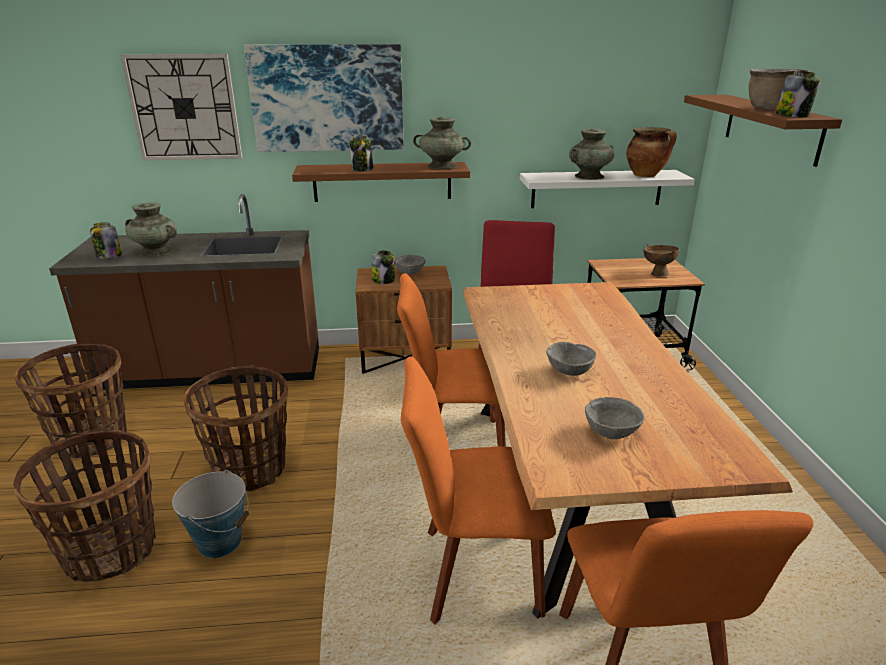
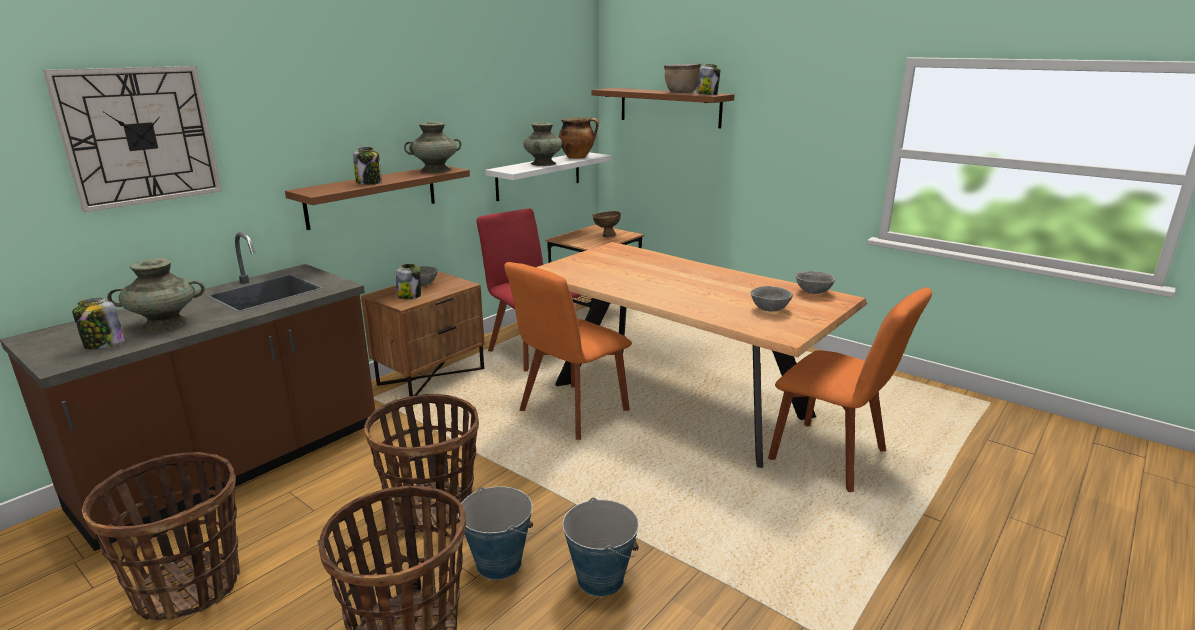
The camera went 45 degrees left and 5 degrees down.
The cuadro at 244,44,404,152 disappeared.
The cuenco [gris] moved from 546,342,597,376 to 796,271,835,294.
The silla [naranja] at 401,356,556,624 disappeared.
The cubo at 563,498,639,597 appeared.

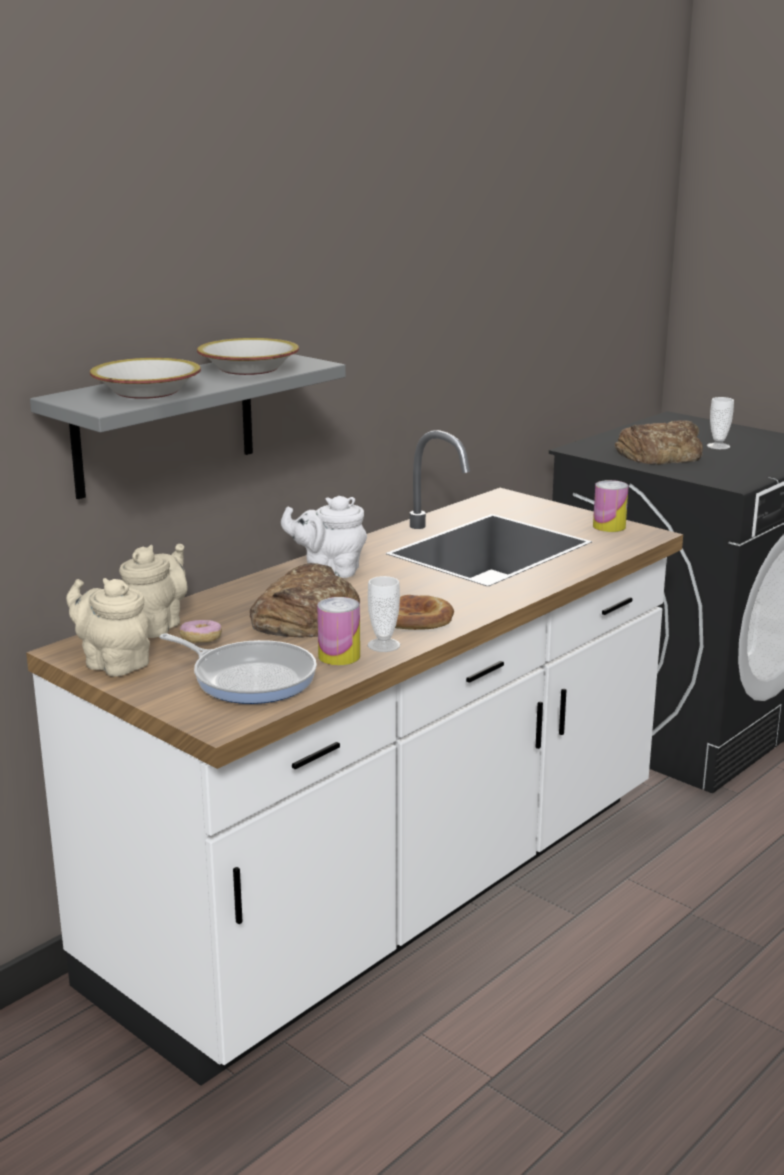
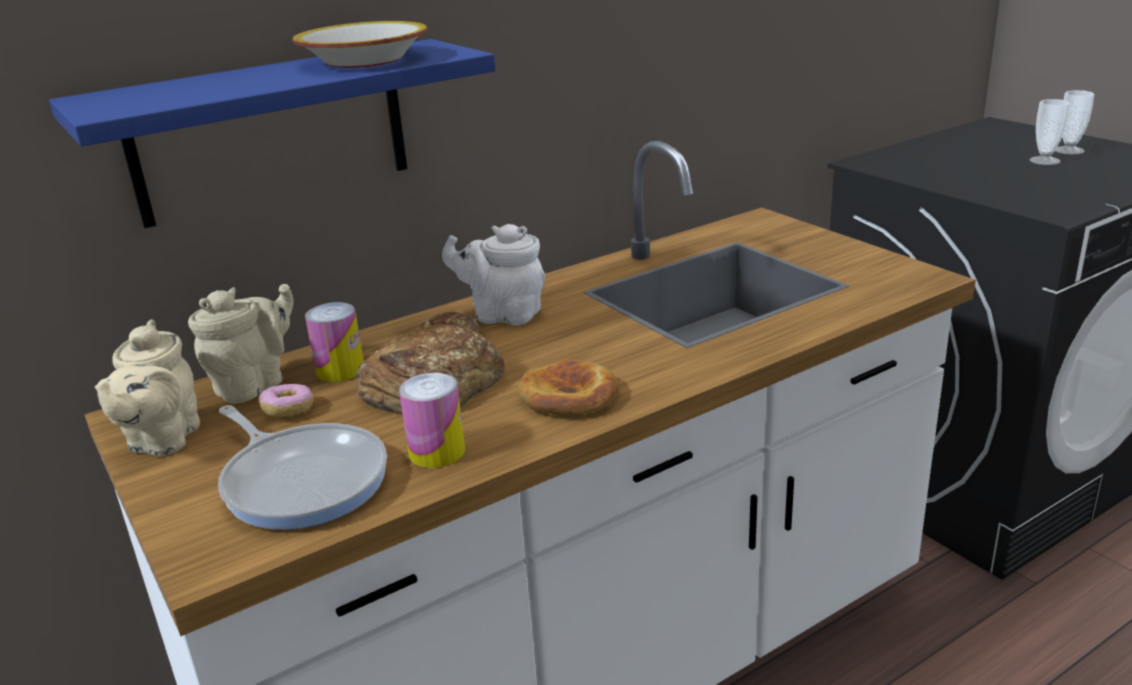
The camera went 15 degrees right and 5 degrees up.
The estante [gris] at 30,354,346,499 became the estante [azul] at 49,39,496,228.
The cuenco at 90,358,201,399 disappeared.
The pan at 615,420,703,465 disappeared.
The lata moved from 593,480,629,532 to 305,302,364,382.
The taza moved from 368,576,400,652 to 1055,90,1094,154.
The tetera [beis] at 66,578,150,676 turned 135 degrees counterclockwise.

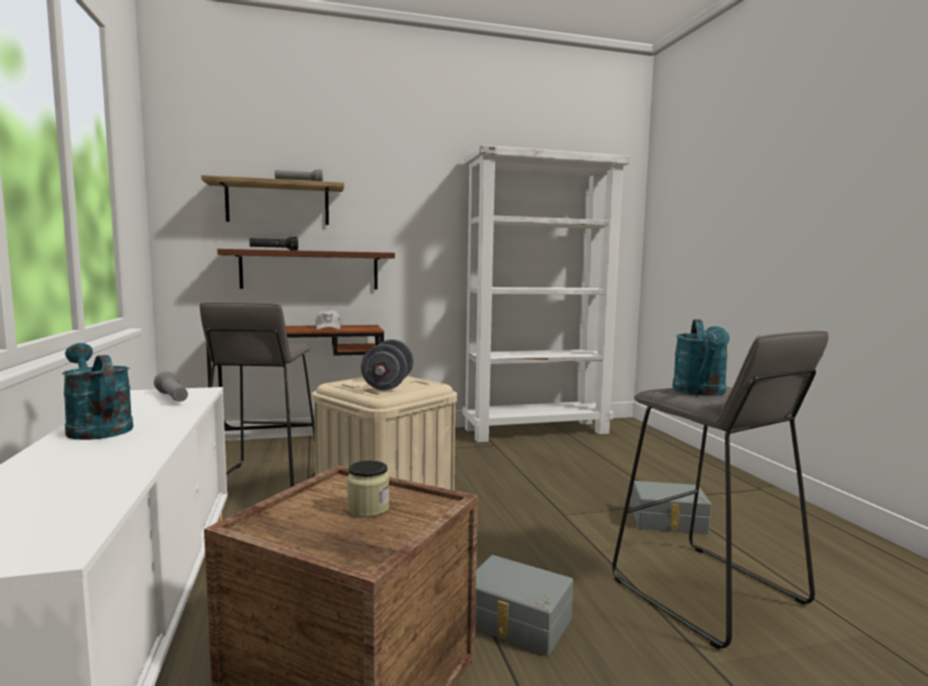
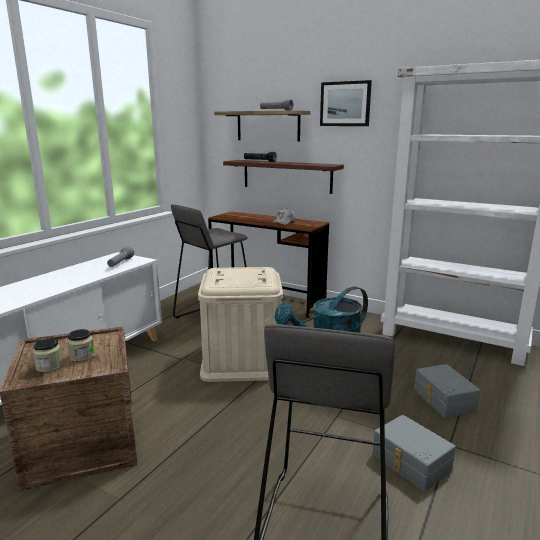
The camera went 45 degrees right and 10 degrees up.
The mancuerna [gris] at 361,339,414,390 disappeared.
The regadera [turquesa] at 62,343,133,440 disappeared.
The caja de almacenaje [gris] moved from 475,555,573,656 to 414,364,480,418.
The cuadro at 320,80,372,126 appeared.
The tarro at 33,338,63,373 appeared.

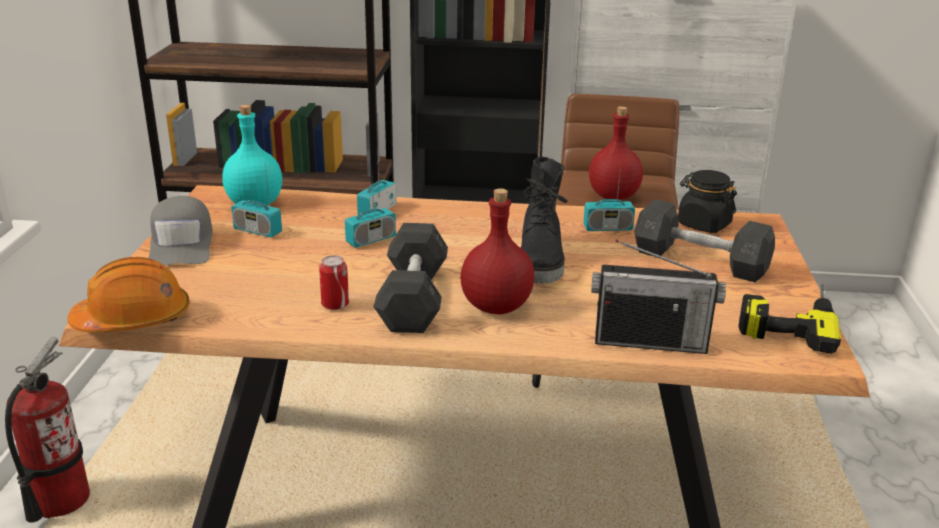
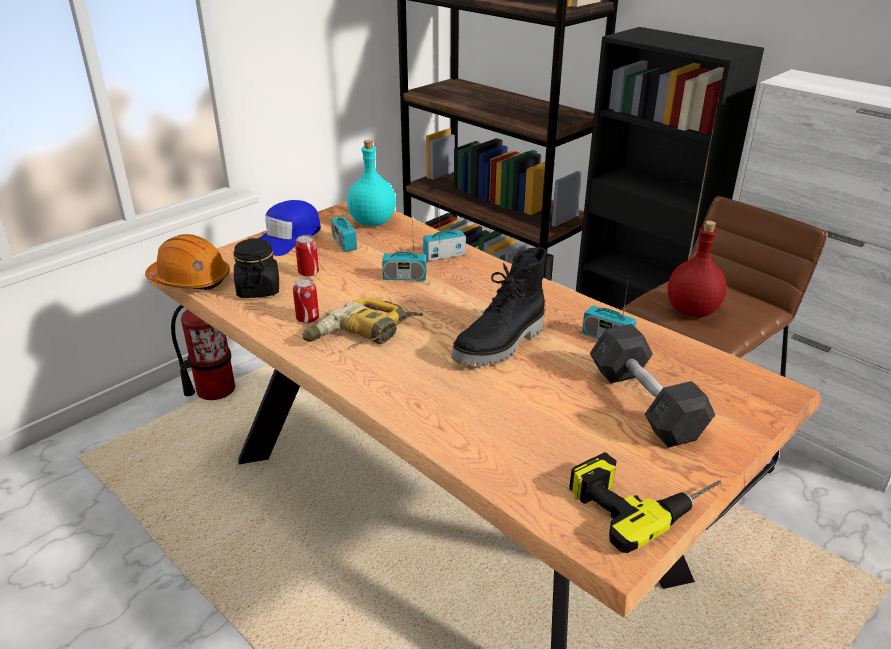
The camera went 40 degrees right and 5 degrees up.
The tarro [negro] moved from 678,170,737,233 to 233,238,279,298.
The botella [rojo] at 460,188,535,314 disappeared.
The gorra [gris] at 149,196,213,266 became the gorra [azul] at 258,200,321,256.
The mancuerna [gris] at 373,223,448,333 was replaced by the taladro at 302,298,423,348.
The radio at 591,240,726,354 disappeared.
The lata at 295,235,319,277 appeared.

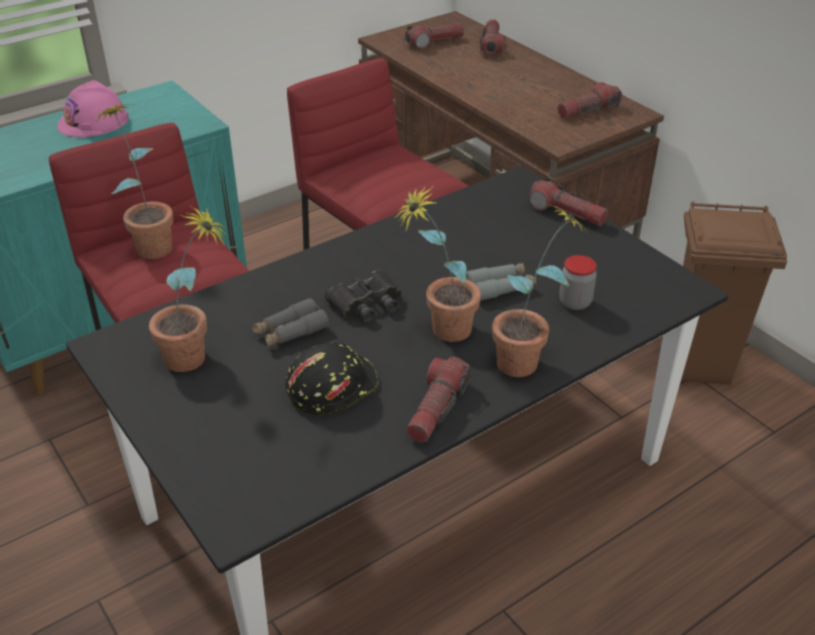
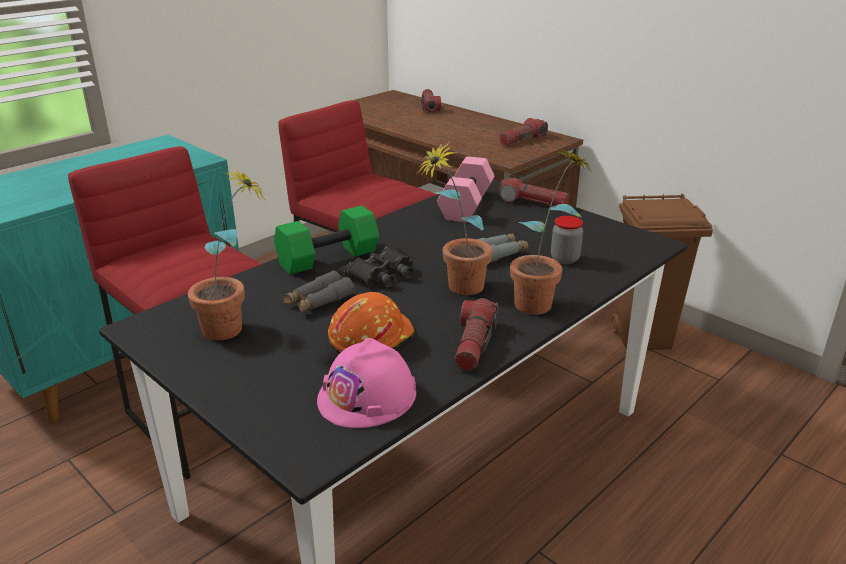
The camera went 10 degrees left and 10 degrees down.
The linterna at 405,23,464,49 disappeared.
The casco [rosa] moved from 57,80,129,137 to 317,338,416,428.
The planta en maceta at 91,104,174,259 disappeared.
The casco [negro] at 286,342,379,415 became the casco [naranja] at 328,292,415,354.
The mancuerna [rosa] at 437,156,494,222 appeared.
The mancuerna [verde] at 274,205,379,274 appeared.

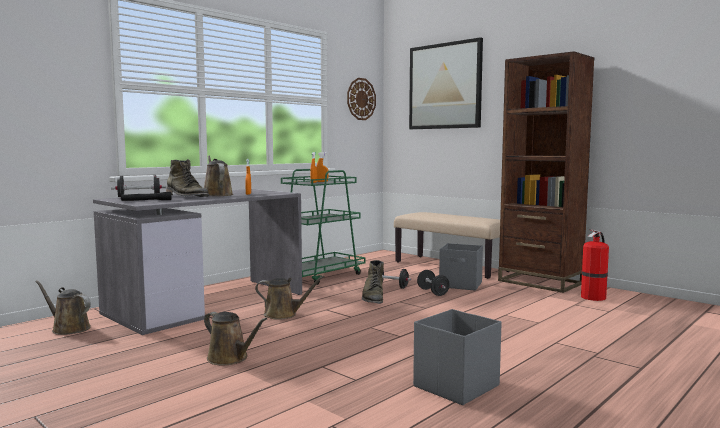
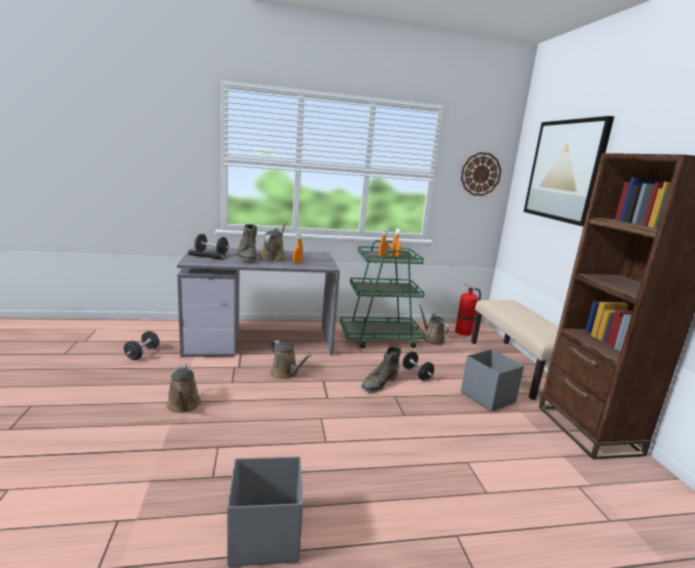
The camera went 35 degrees right and 10 degrees up.
The extintor moved from 581,229,609,301 to 455,284,481,336.
The mancuerna [negro] moved from 417,270,450,296 to 124,331,159,360.
The regadera [marrón] moved from 35,280,91,335 to 418,304,449,345.

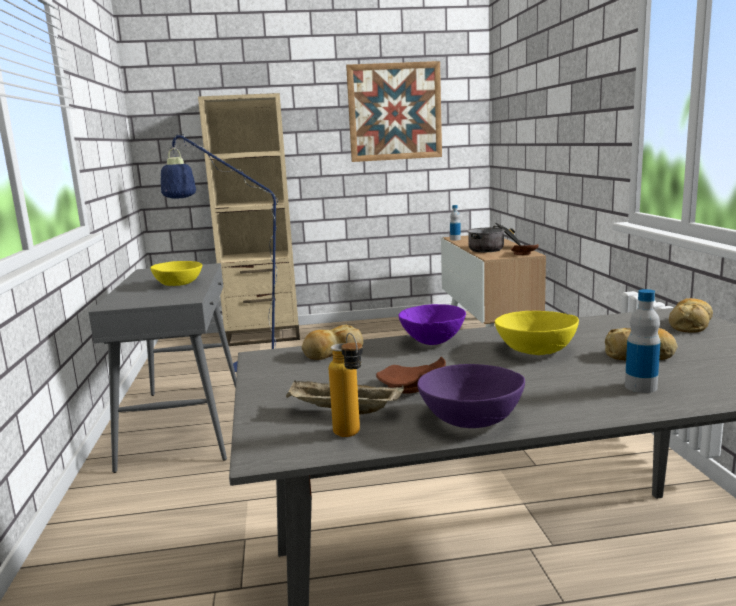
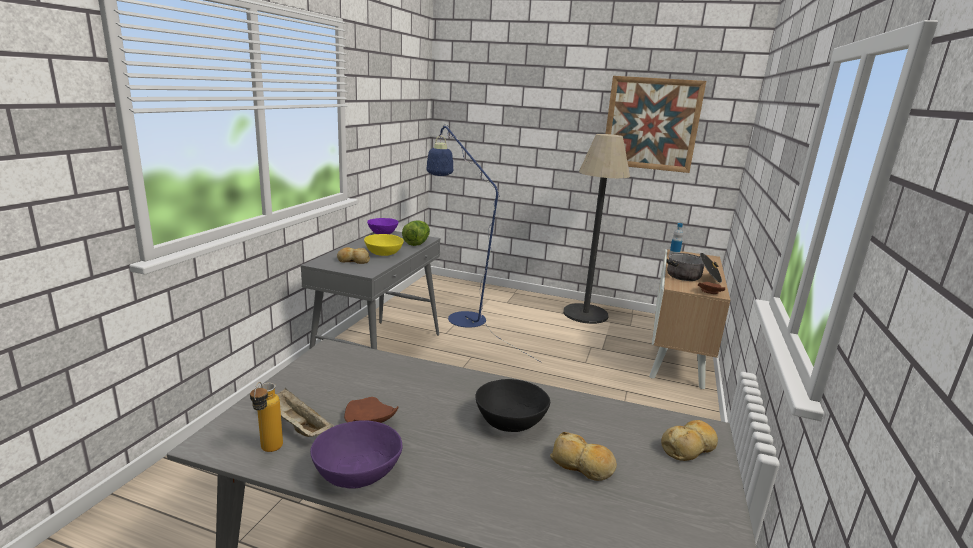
The camera went 25 degrees right and 5 degrees up.
The estantería [beis] at 198,93,300,346 disappeared.
The botella at 625,289,661,393 disappeared.
The cuenco [morado] moved from 399,304,466,345 to 367,218,398,234.
The cuenco [amarillo] at 495,311,579,355 became the cuenco [negro] at 475,379,550,432.
The pan moved from 301,324,363,360 to 337,247,370,264.
The lámpara de pie at 563,134,630,324 appeared.
The lechuga at 402,221,430,246 appeared.

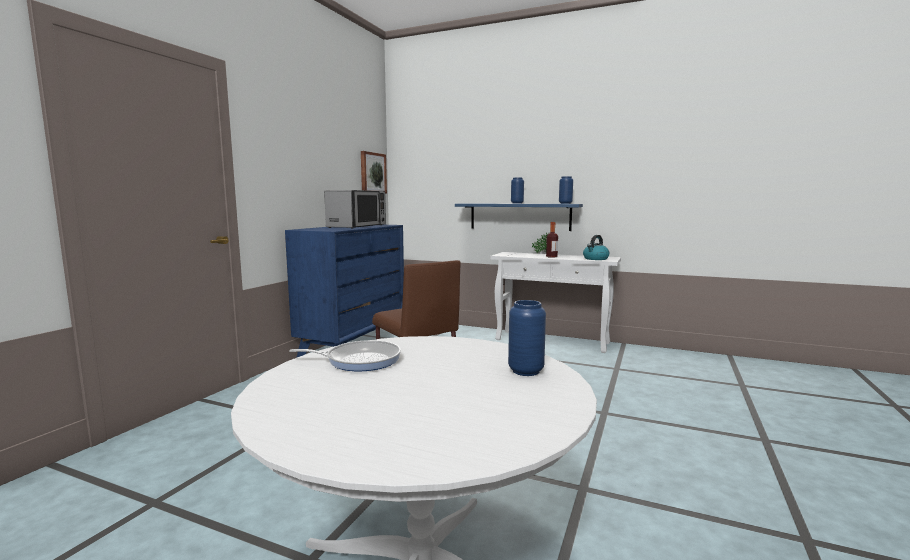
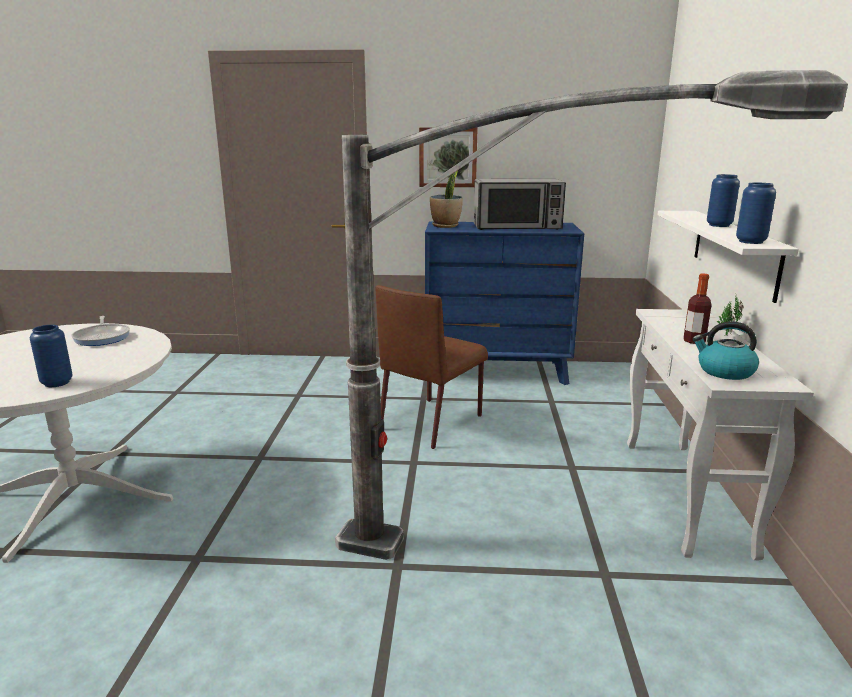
The camera went 70 degrees right and 10 degrees up.
The cuadro moved from 361,151,387,193 to 419,127,478,187.
The estante [azul] at 455,204,583,231 became the estante [blanco] at 657,211,799,303.
The lámpara de pie at 335,70,848,560 appeared.
The planta en maceta at 430,171,463,228 appeared.

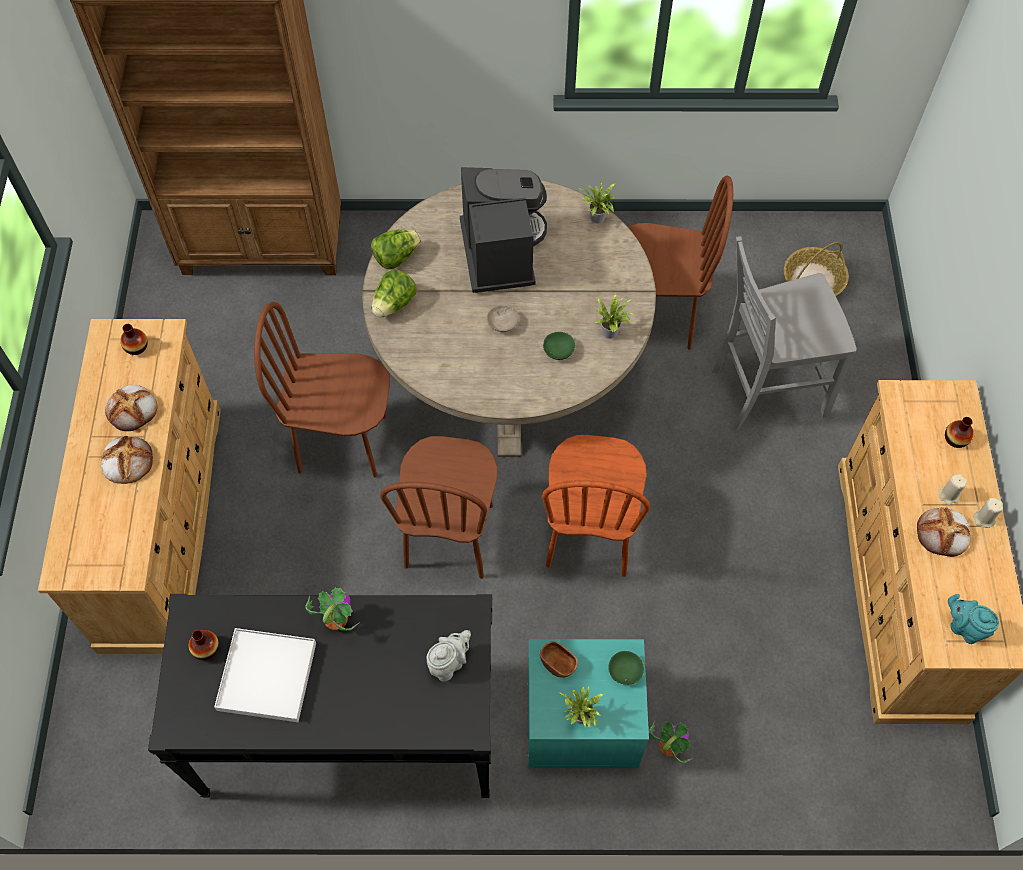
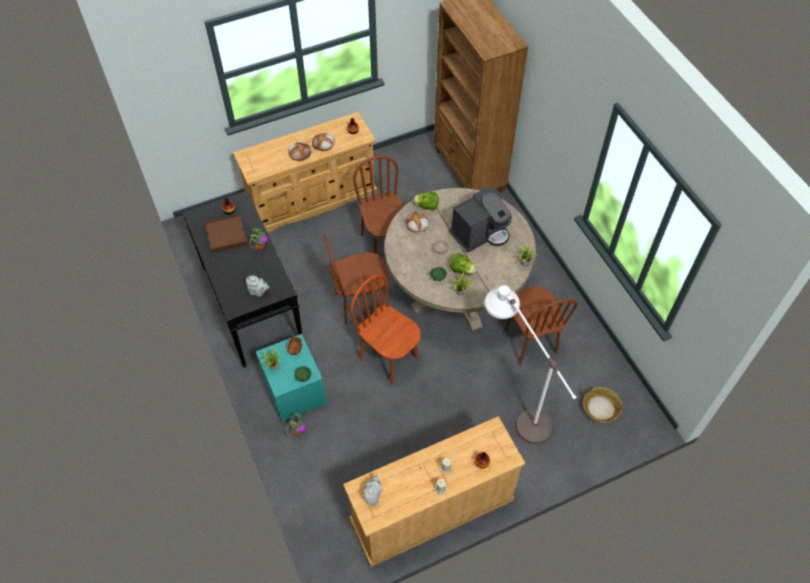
The camera went 65 degrees right and 5 degrees down.
The lechuga moved from 371,229,421,269 to 450,253,476,275.
The silla [gris] at 712,236,857,431 was replaced by the lámpara de pie [blanco] at 484,285,576,444.
The silla [marrón] at 542,435,650,577 turned 60 degrees clockwise.
The pan moved from 917,507,971,557 to 405,212,429,232.
The tetera [turquesa] at 948,594,999,644 became the tetera [gris] at 364,475,383,506.
The bandeja [blanco] at 214,628,316,722 became the bandeja [marrón] at 205,214,247,253.

